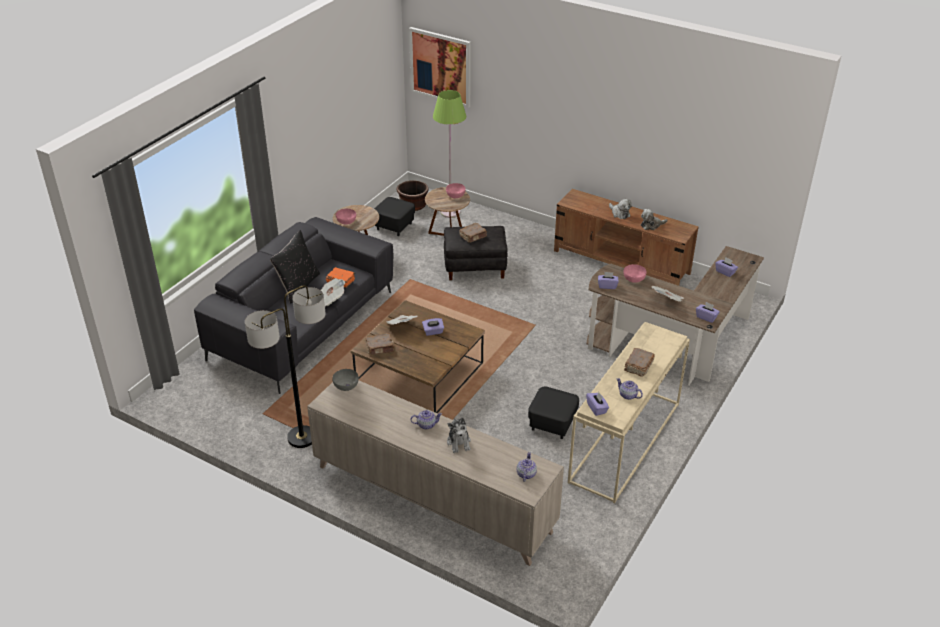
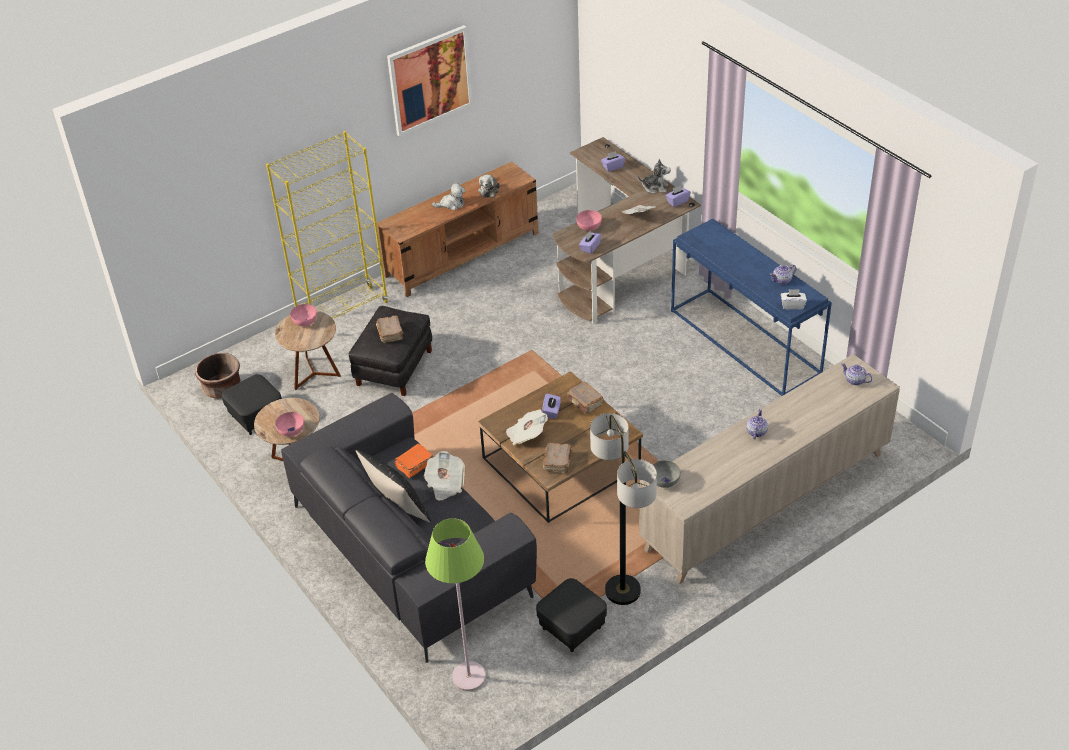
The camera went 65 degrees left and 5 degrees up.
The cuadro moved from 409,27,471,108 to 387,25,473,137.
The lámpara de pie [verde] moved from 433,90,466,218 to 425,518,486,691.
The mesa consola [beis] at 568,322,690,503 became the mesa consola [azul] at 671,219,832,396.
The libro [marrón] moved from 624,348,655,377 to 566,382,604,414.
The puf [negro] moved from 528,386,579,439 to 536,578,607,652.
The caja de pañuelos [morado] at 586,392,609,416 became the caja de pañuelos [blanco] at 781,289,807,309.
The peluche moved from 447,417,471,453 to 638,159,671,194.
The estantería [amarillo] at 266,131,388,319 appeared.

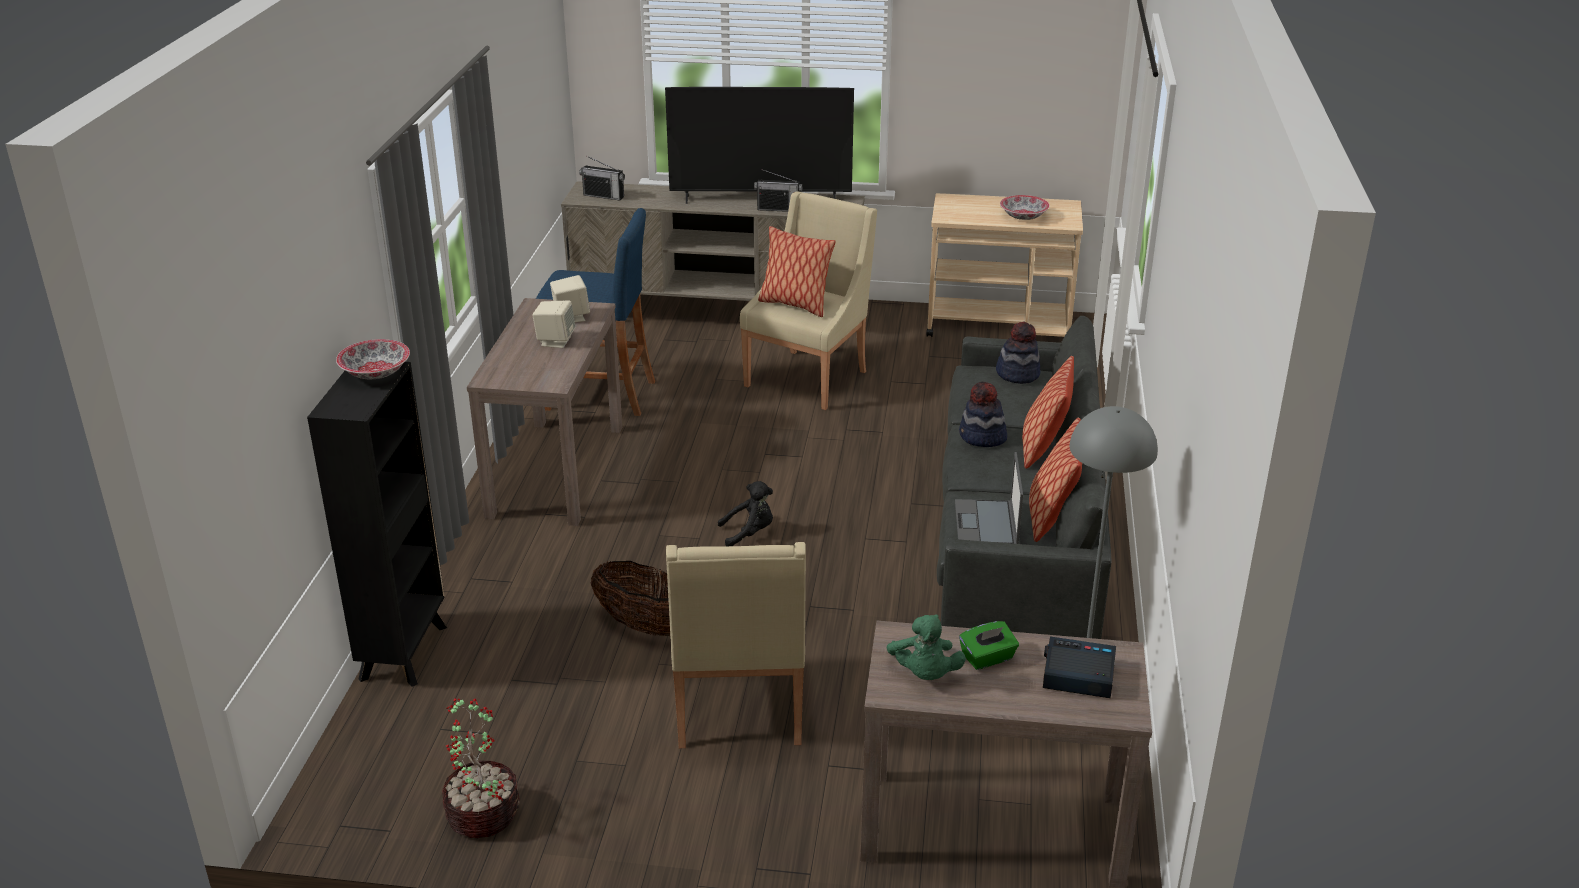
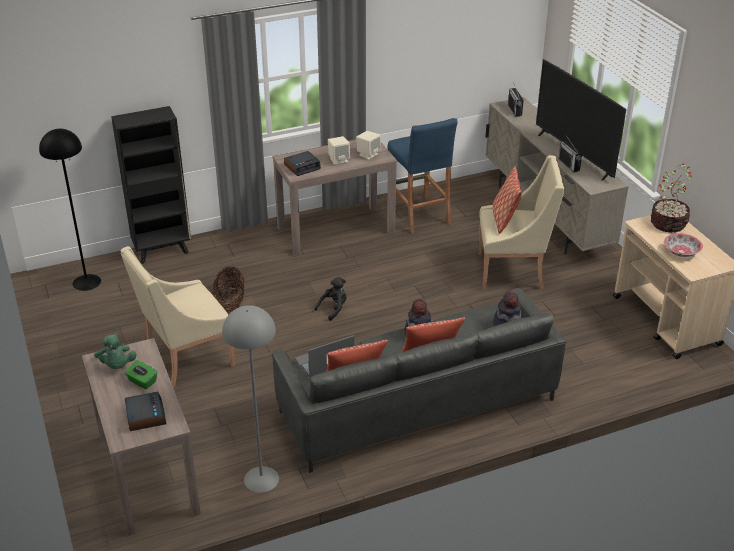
The camera went 60 degrees right and 5 degrees up.
The cuenco at 336,339,410,379 disappeared.
The peluche [negro] at 718,481,773,546 turned 90 degrees counterclockwise.
The peluche [verde] at 887,614,966,680 turned 75 degrees counterclockwise.
The planta en maceta moved from 442,698,520,838 to 651,163,692,233.
The lámpara de pie [negro] at 39,129,101,291 appeared.
The despertador at 284,151,321,176 appeared.

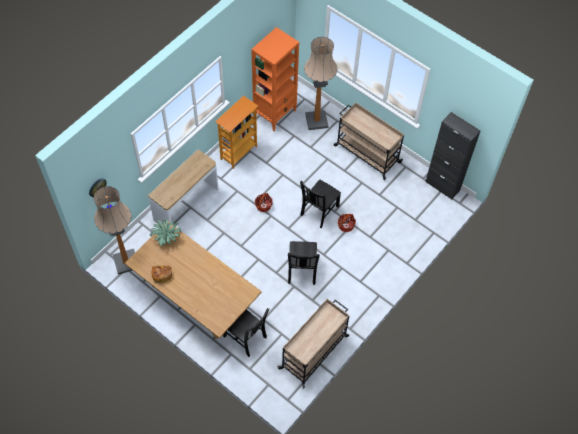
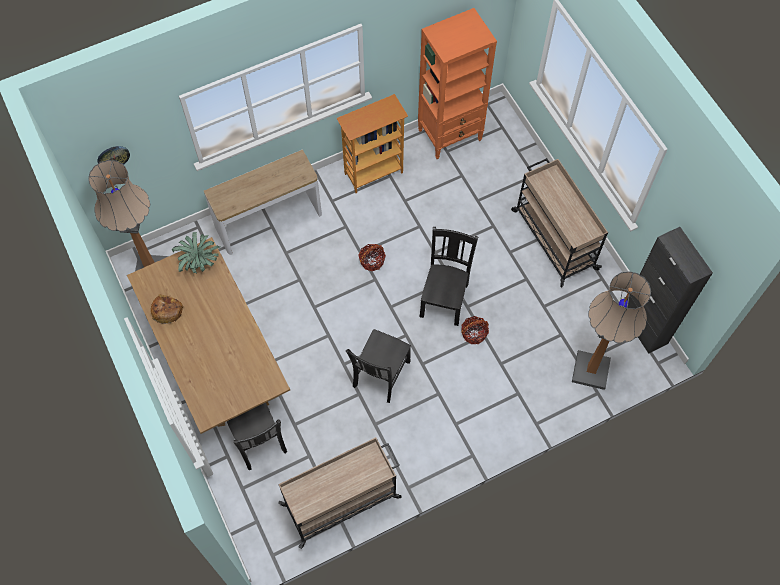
The camera went 25 degrees right and 5 degrees up.
The lámpara de pie moved from 304,37,337,130 to 572,271,651,390.
The silla [negro] at 300,179,341,228 turned 135 degrees clockwise.

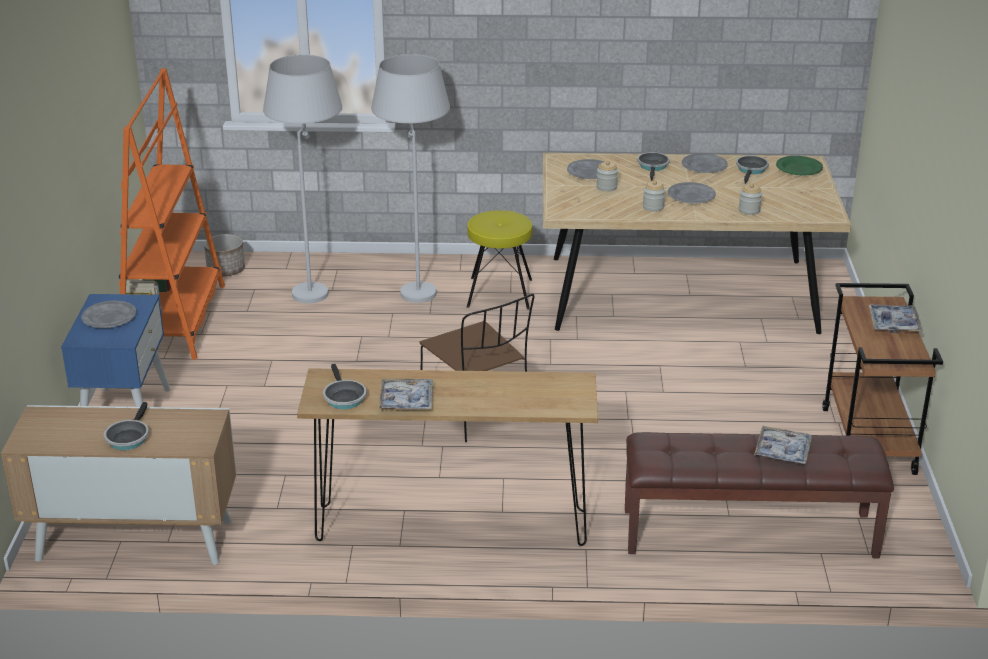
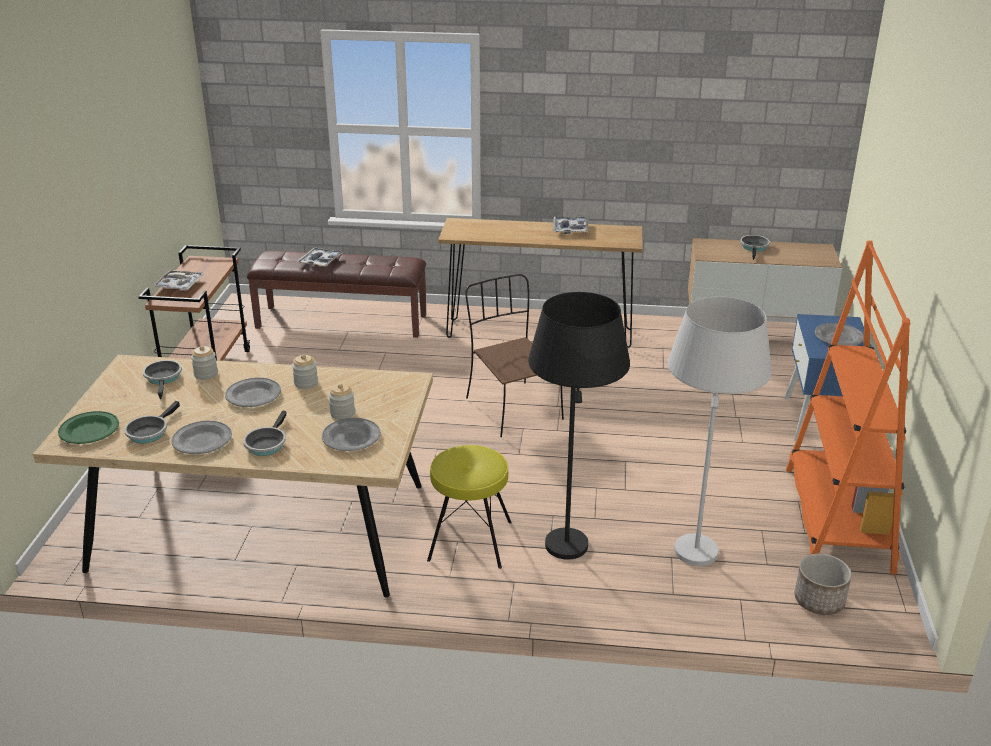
The camera went 175 degrees left and 0 degrees up.
The lámpara de pie [blanco] at 371,54,450,303 became the lámpara de pie [negro] at 528,292,630,560.
The sartén moved from 323,364,367,409 to 143,360,182,399.

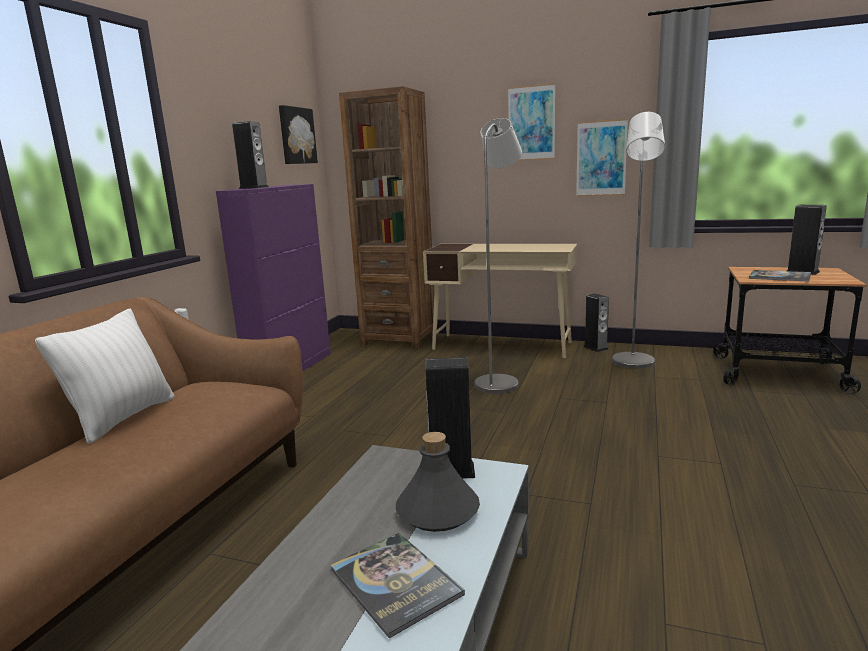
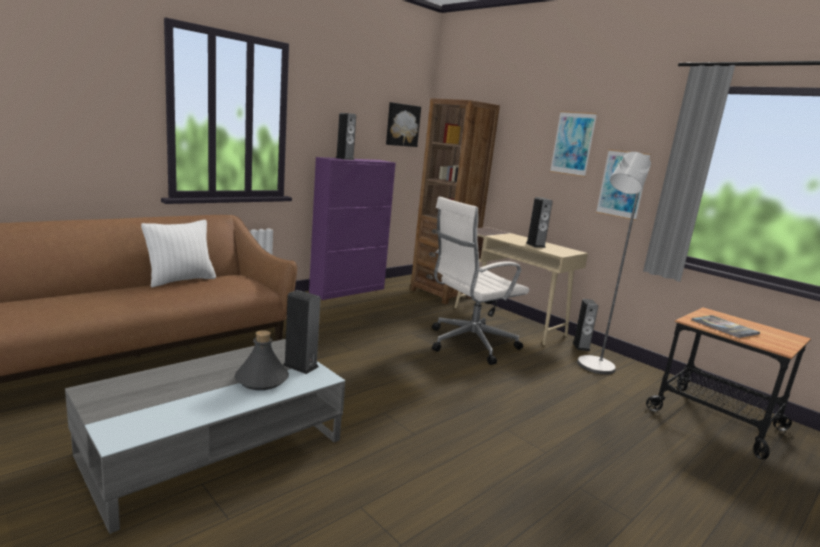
The camera went 25 degrees right and 0 degrees up.
The lámpara de pie [gris] at 474,118,522,394 was replaced by the silla de oficina [blanco] at 432,196,529,365.
The altavoz moved from 787,205,827,275 to 526,197,553,248.
The libro at 331,533,465,638 disappeared.

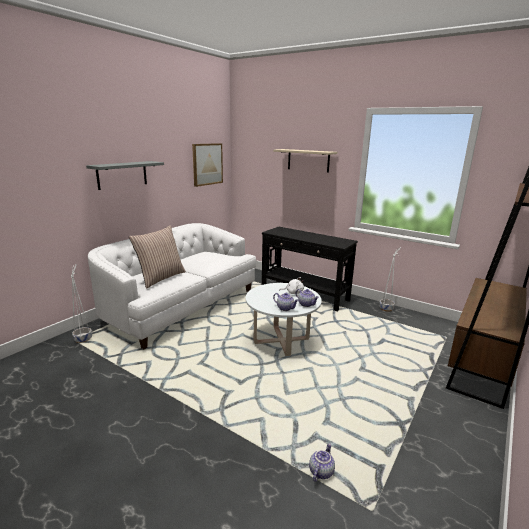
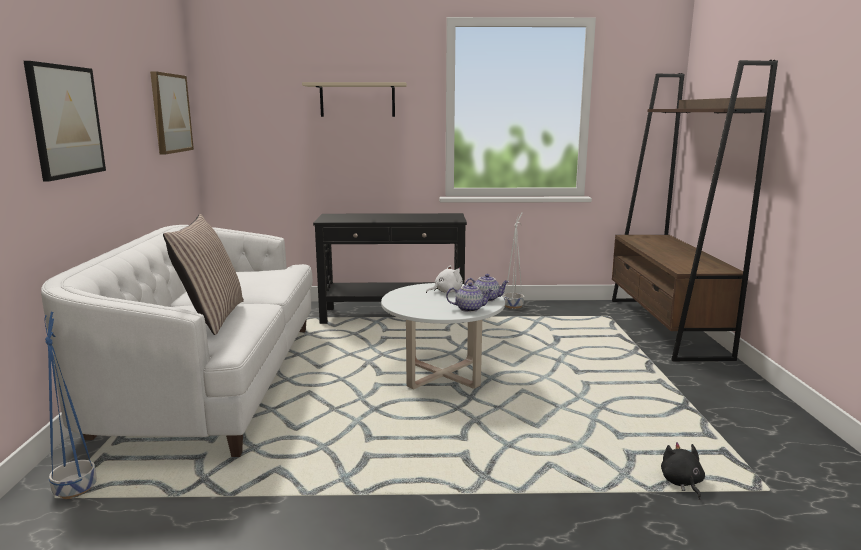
The camera went 35 degrees left and 5 degrees down.
The estante [gris] at 86,161,164,190 was replaced by the cuadro at 24,61,106,182.
The maceta [blanco] at 71,264,92,343 became the maceta [azul] at 45,312,97,499.
The tetera at 309,443,335,482 was replaced by the peluche [negro] at 661,442,705,500.

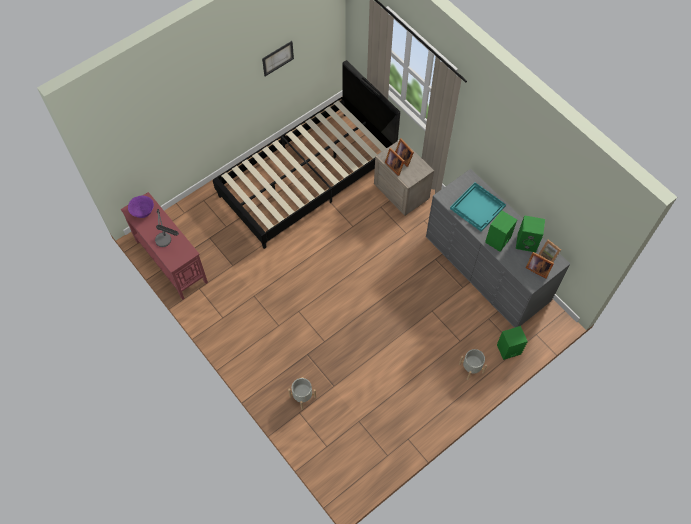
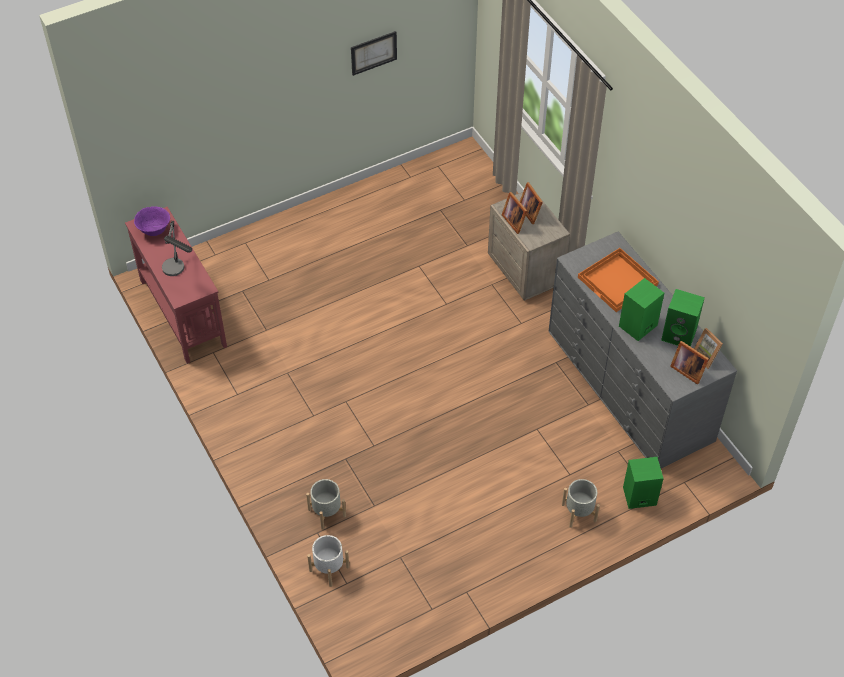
The camera went 10 degrees right and 10 degrees down.
The cama [negro] at 213,60,400,249 disappeared.
The bandeja [turquesa] at 450,182,506,232 became the bandeja [naranja] at 578,248,659,312.
The maceta [blanco] at 307,535,349,587 appeared.

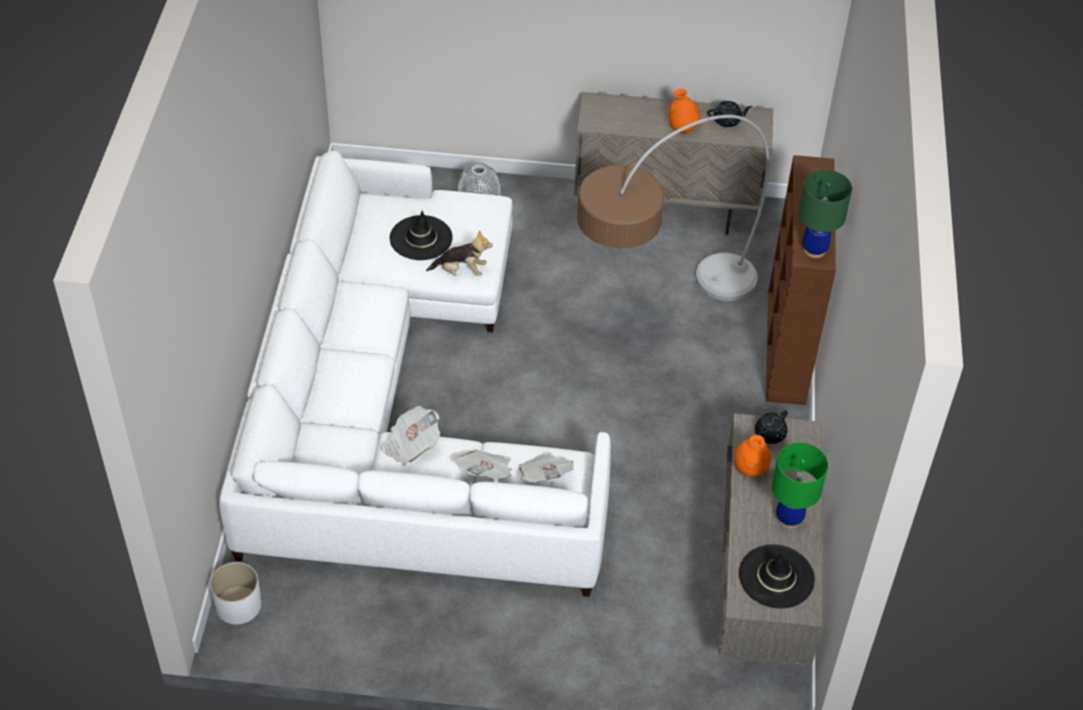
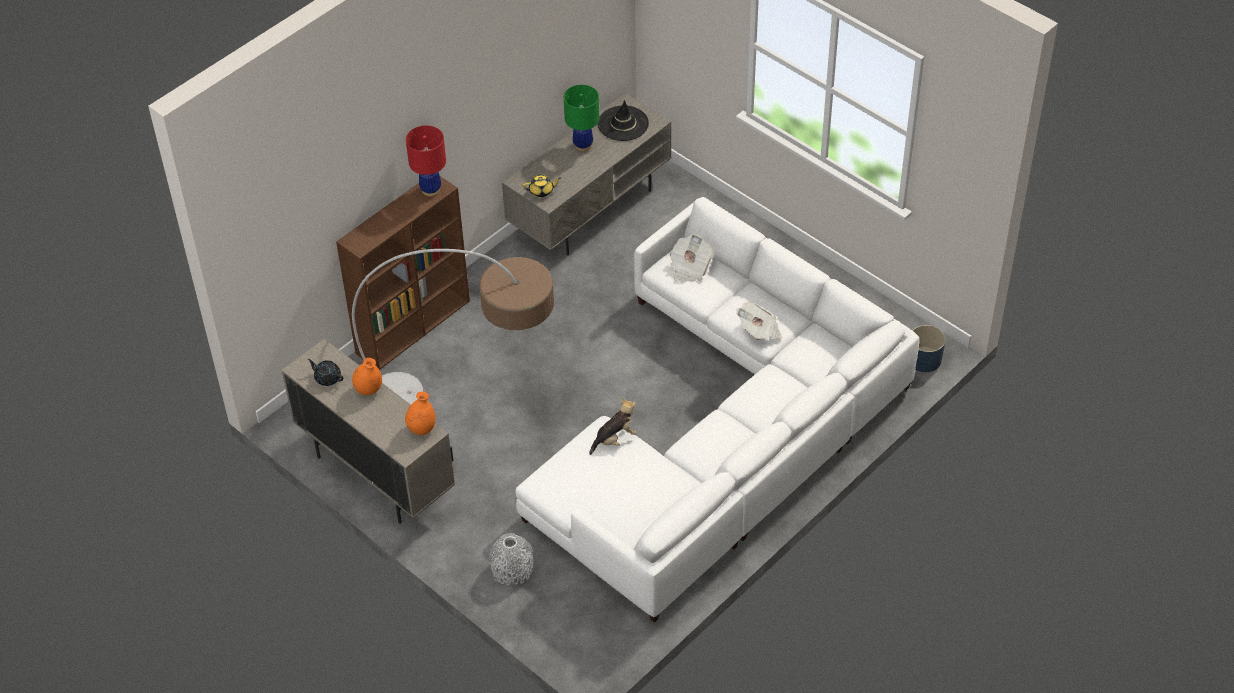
The camera went 140 degrees left and 0 degrees up.
The lámpara de mesa [verde] at 798,170,852,258 became the lámpara de mesa [rojo] at 406,125,446,196.
The sombrero [negro] at 390,211,453,260 disappeared.
The peluche at 426,230,493,276 turned 105 degrees clockwise.
The tetera [negro] at 755,410,788,444 became the tetera [amarillo] at 523,174,561,197.
The florero [naranja] moved from 734,435,771,477 to 405,391,436,435.
The periódico at 455,449,513,479 disappeared.
The maceta [blanco] at 210,562,261,624 became the maceta [azul] at 912,325,946,372.

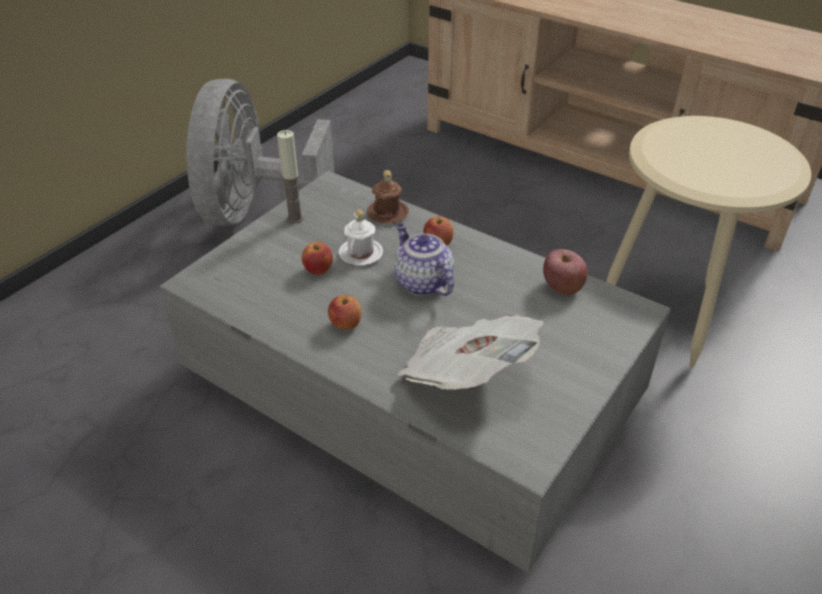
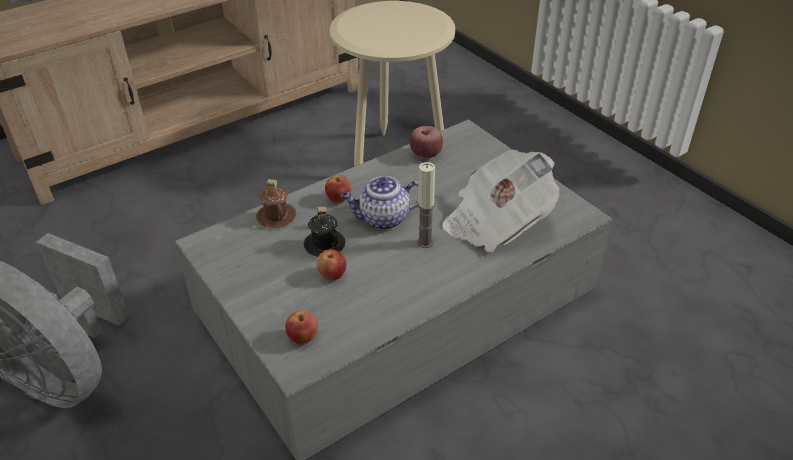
The camera went 70 degrees left and 0 degrees up.
The vela moved from 277,130,304,224 to 417,162,435,248.
The taza grande [blanco] at 338,209,383,266 became the taza grande [negro] at 304,207,345,257.
The manzana moved from 328,295,362,330 to 285,310,318,345.

